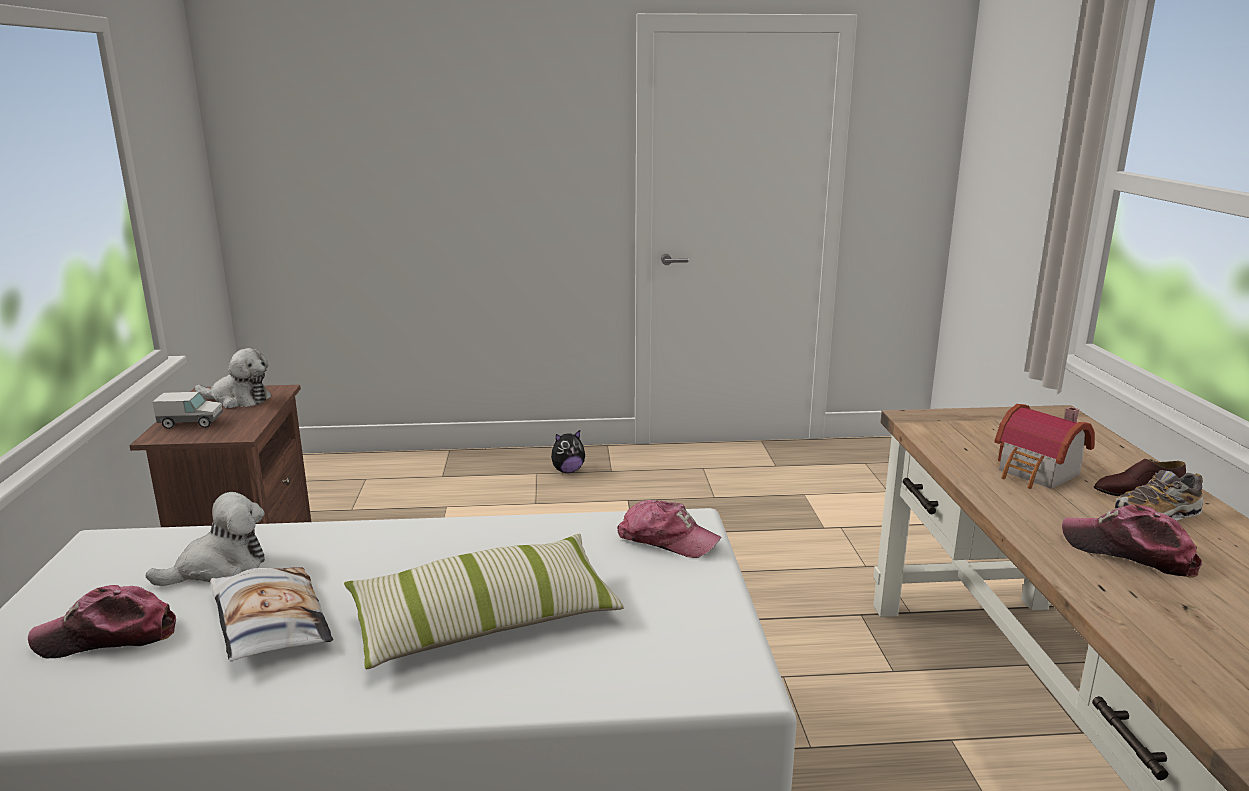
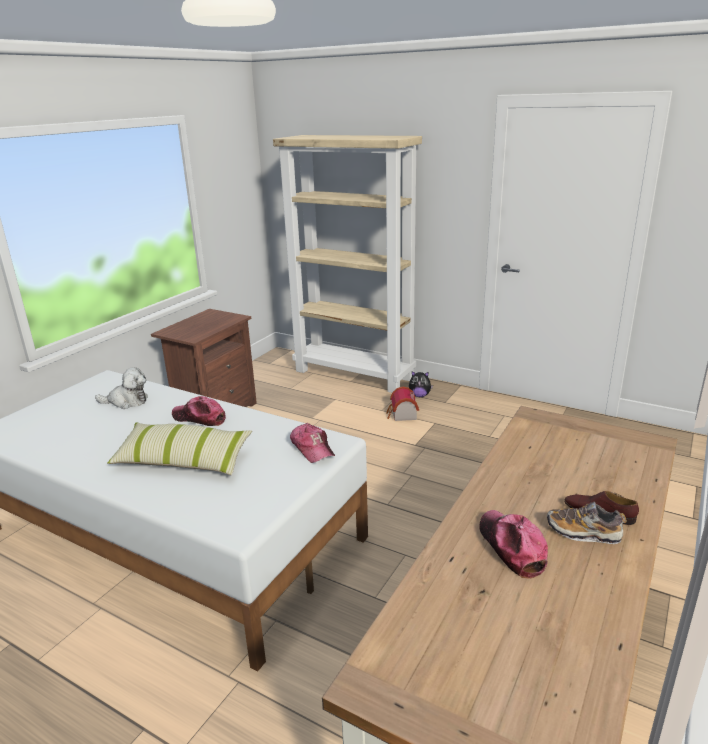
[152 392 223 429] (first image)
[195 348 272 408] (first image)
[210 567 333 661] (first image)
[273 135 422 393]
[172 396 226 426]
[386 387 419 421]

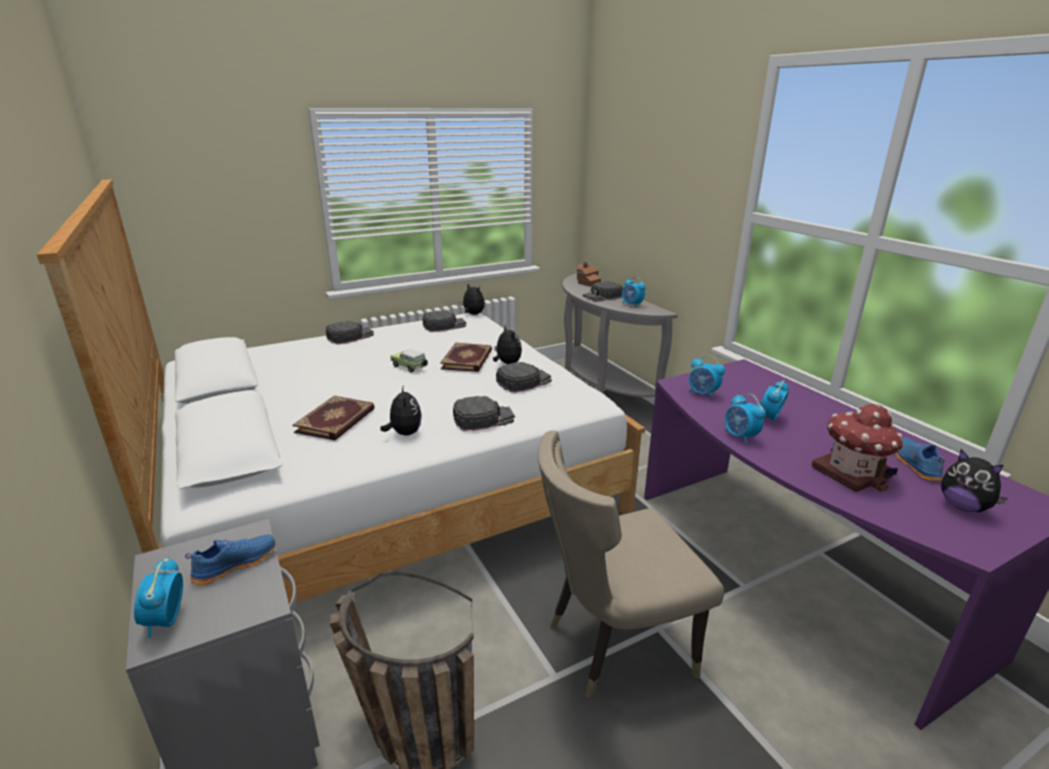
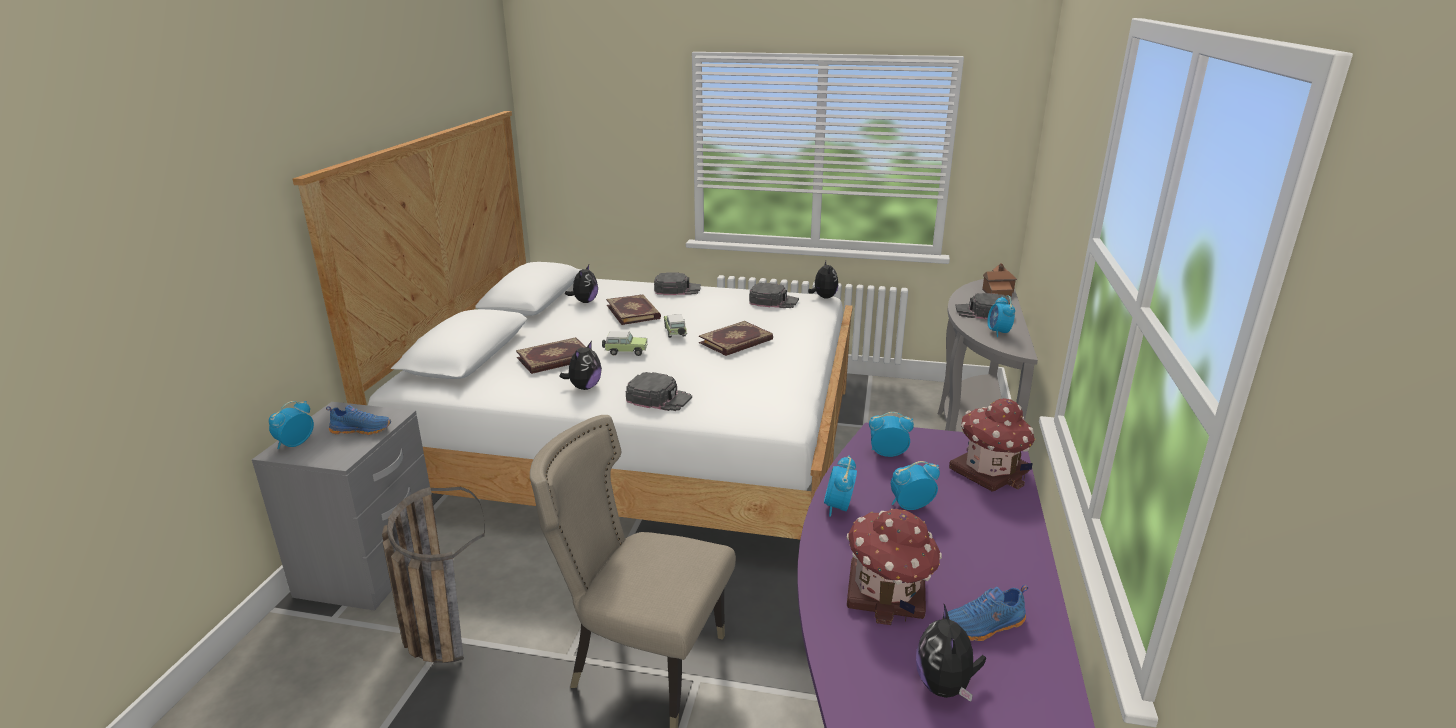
[496 362 552 393] (first image)
[602 331 648 356]
[606 294 661 325]
[949 398 1035 492]
[565 265 598 303]
[869 412 914 457]
[943 585 1028 641]

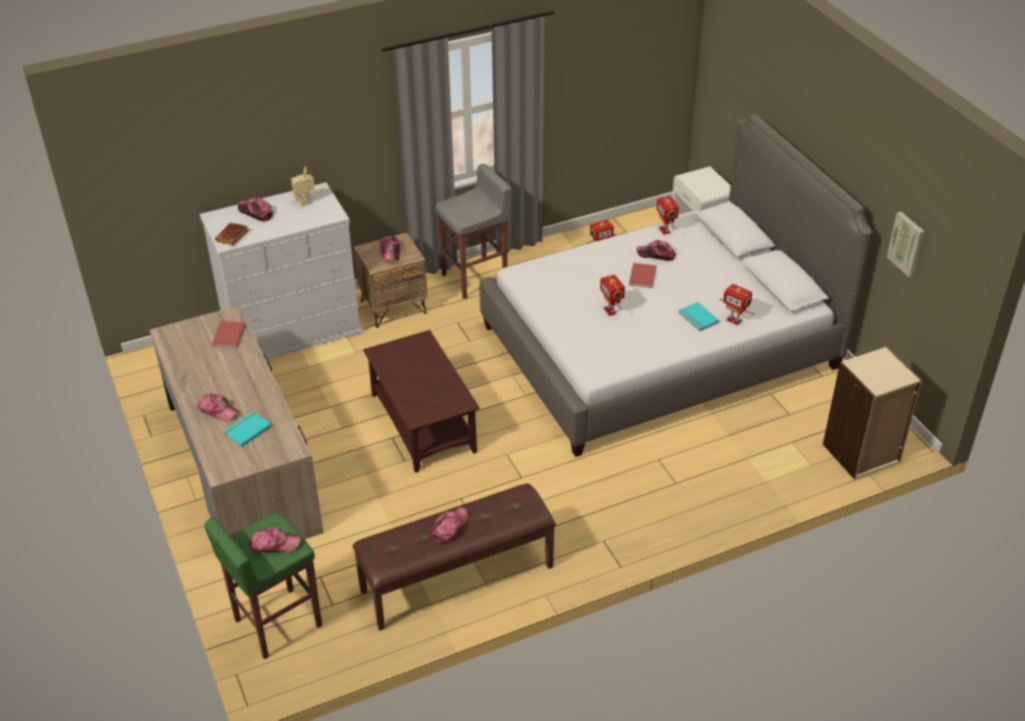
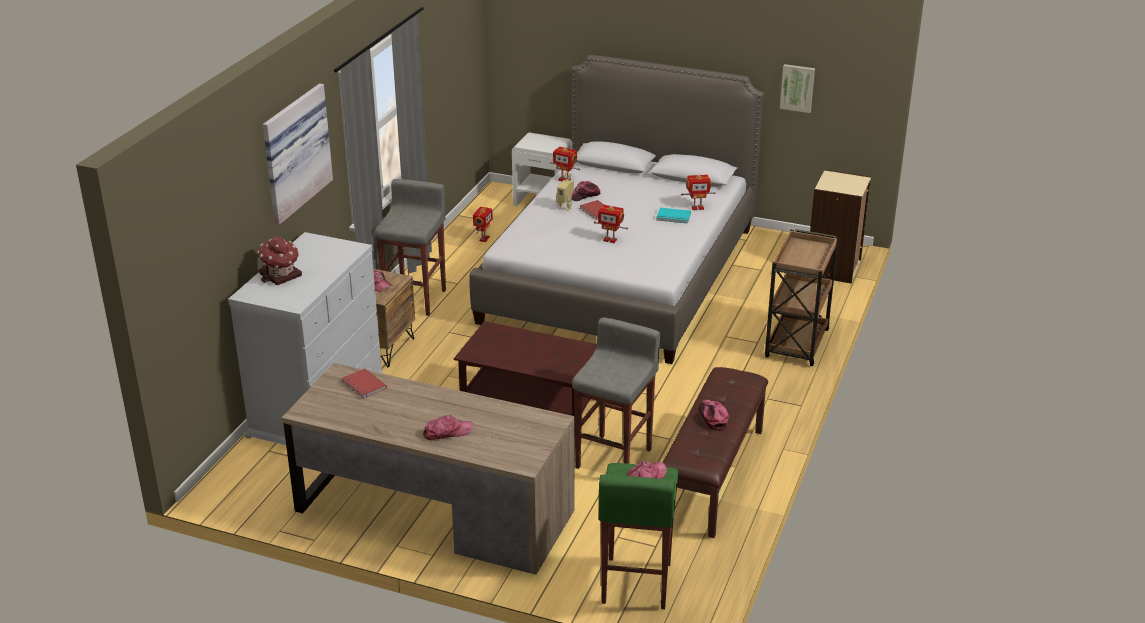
[215 222 248 245] (first image)
[223 411 271 447] (first image)
[263 83 333 225]
[572 318 660 469]
[765 229 838 366]
[556 172 574 211]
[258 236 302 285]

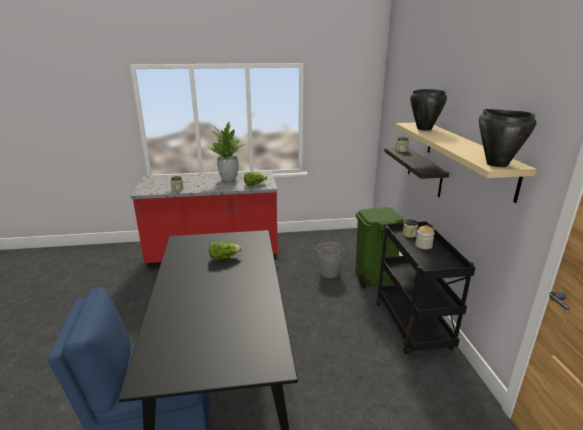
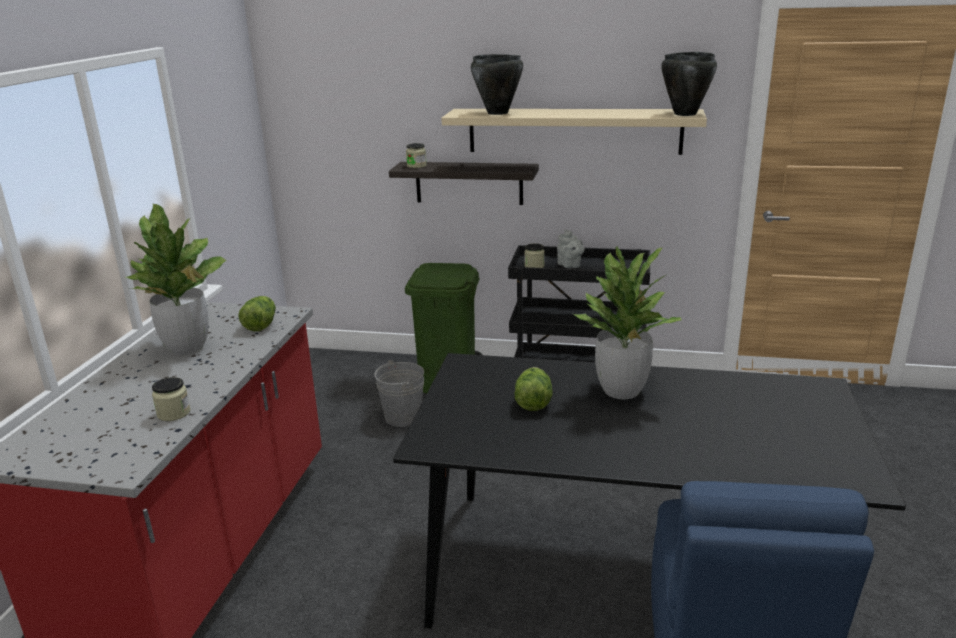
[573 246 682 399]
[557 229 585 268]

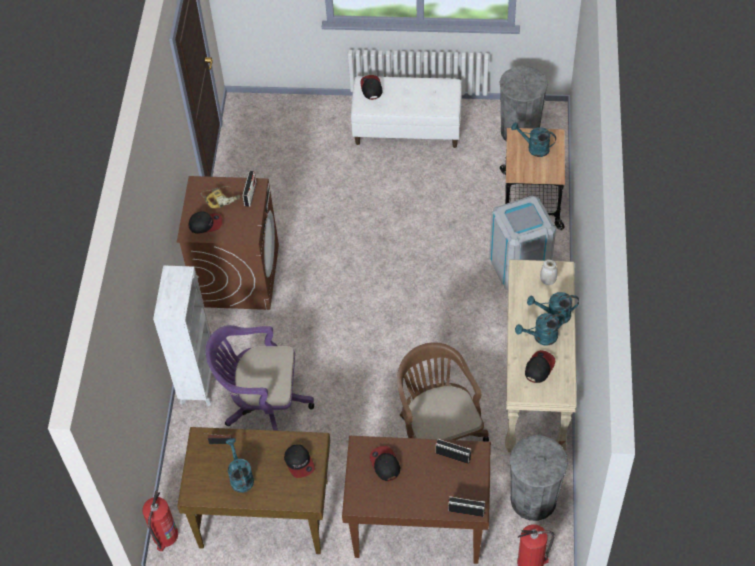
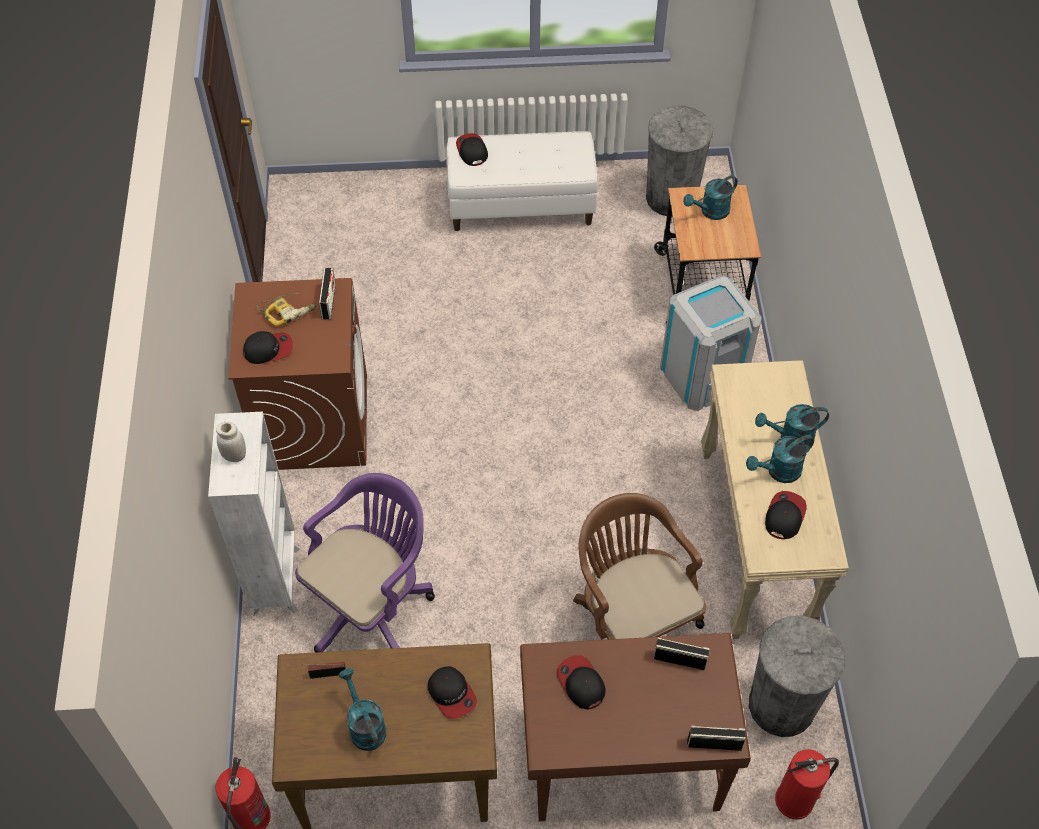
[216 422 246 462]
[295 473 435 653]
[683 175 738 220]

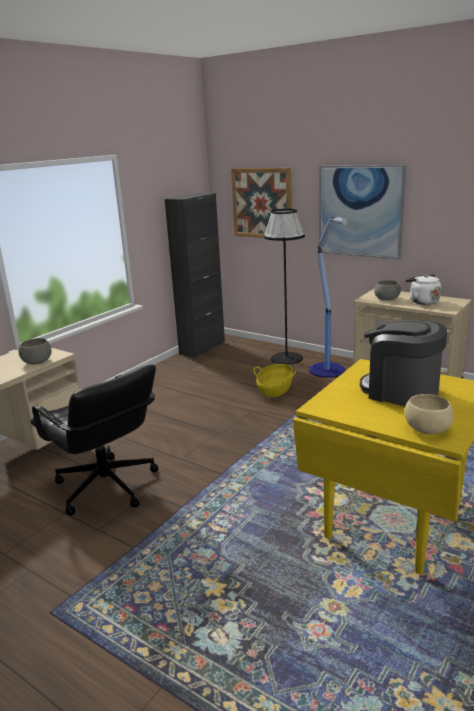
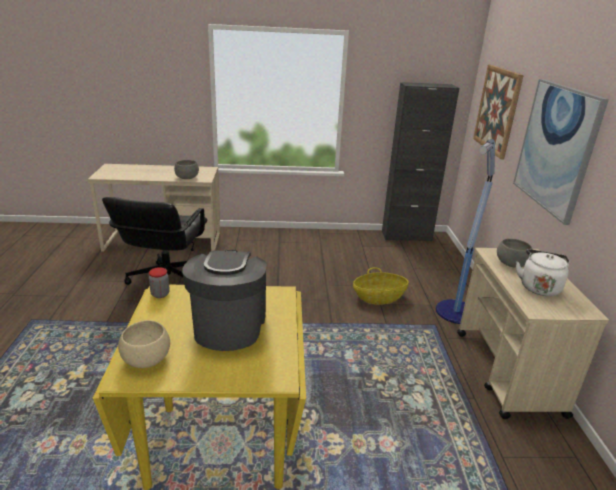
[264 209 305 365] (first image)
[149 267 170 298]

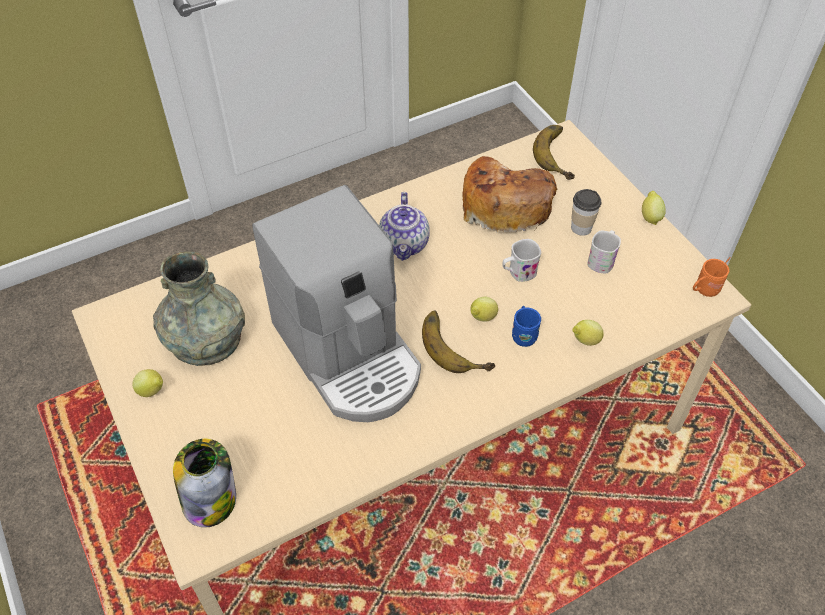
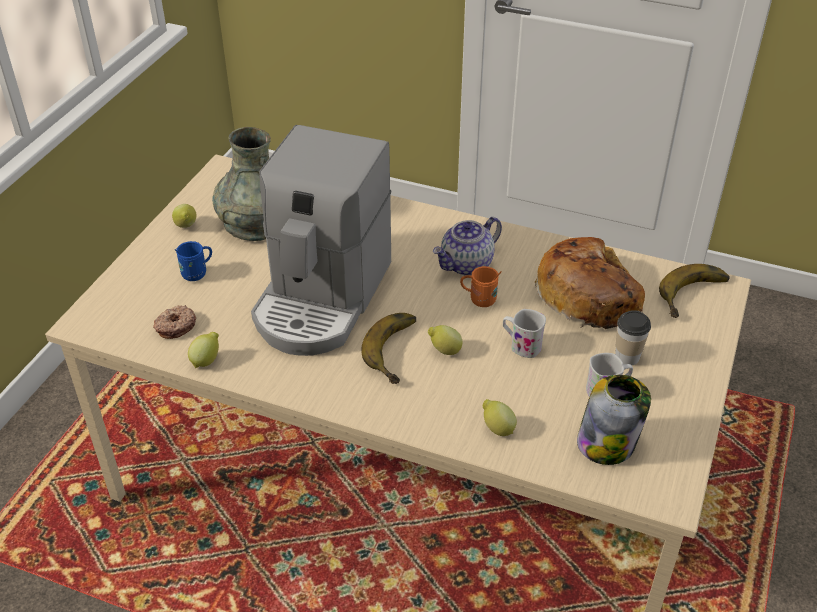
[153 305 196 339]
[577 375 651 465]
[175 241 212 281]
[188 332 219 368]
[460 266 502 307]

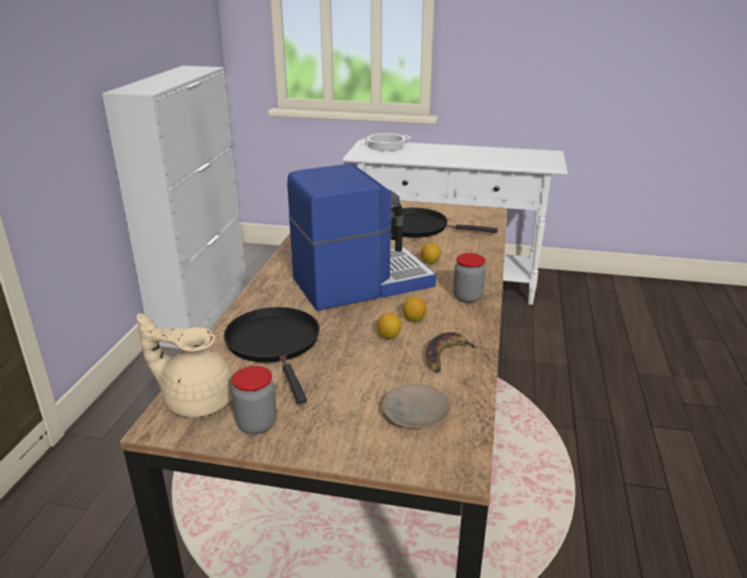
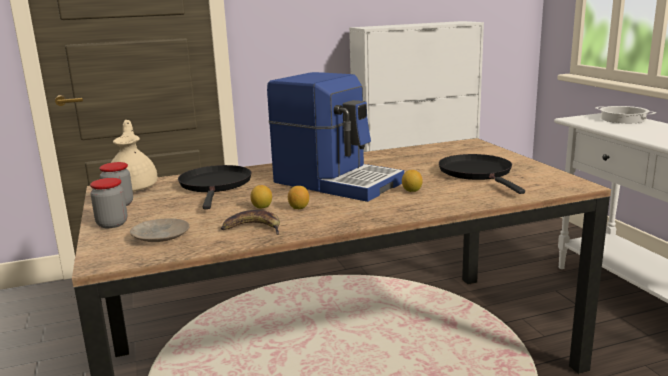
[90 178 127 228]
[178 165 251 209]

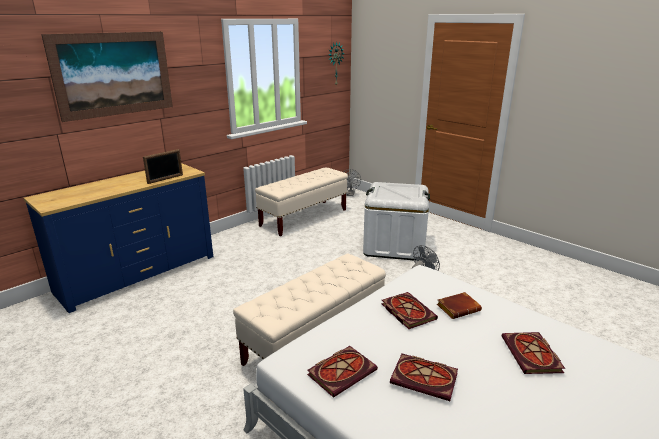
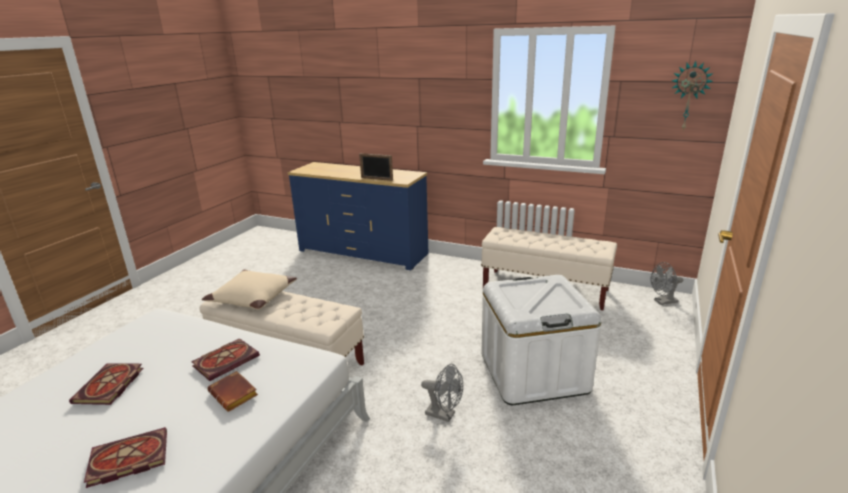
[41 32 173 122] (first image)
[307 346 378 398] (first image)
[202 270 297 310]

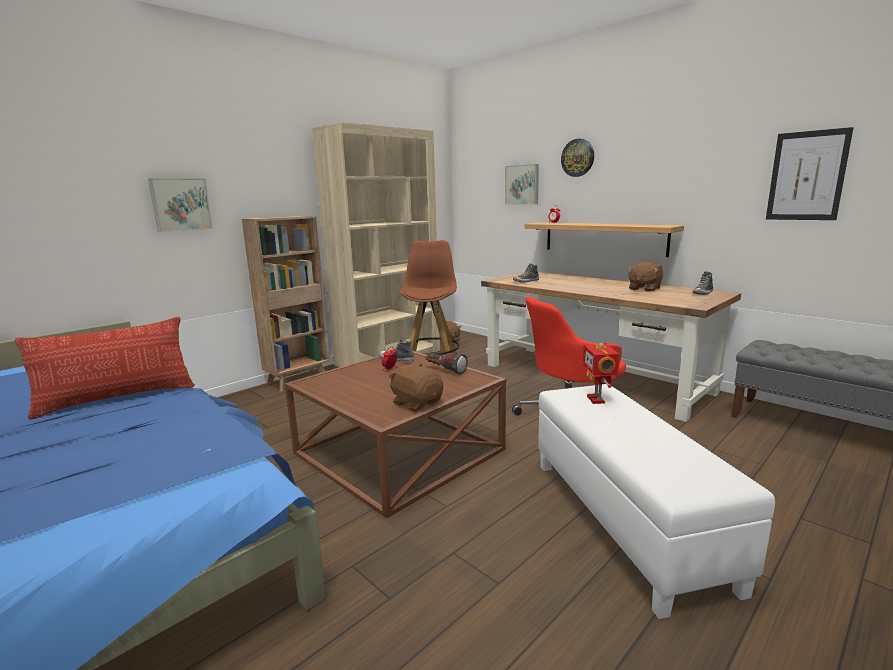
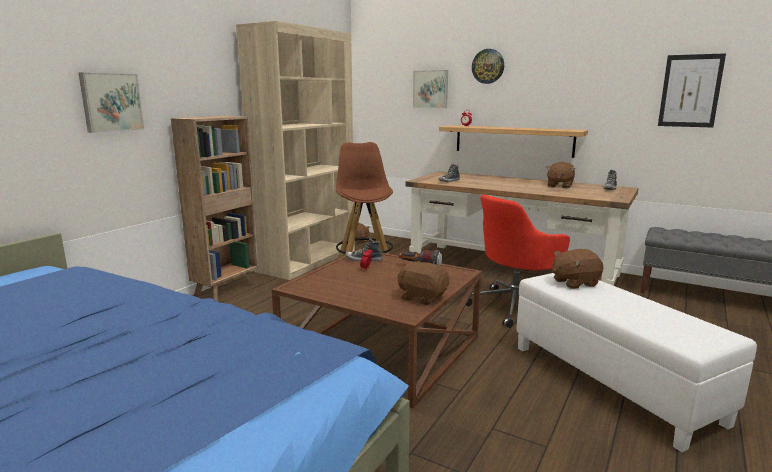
[15 317 195 419] (first image)
[552 249 604 289]

